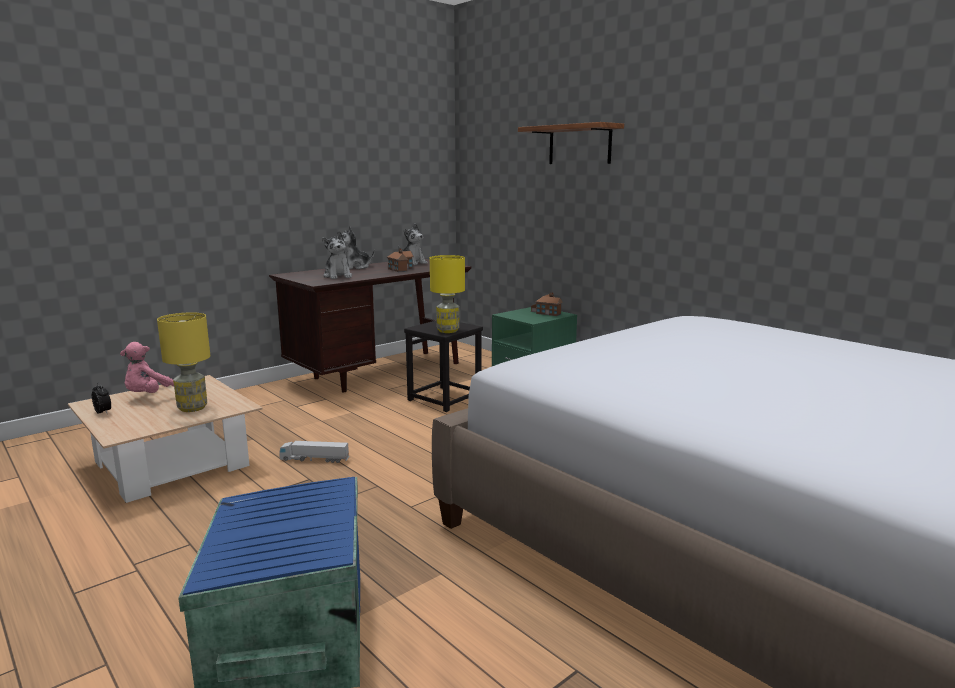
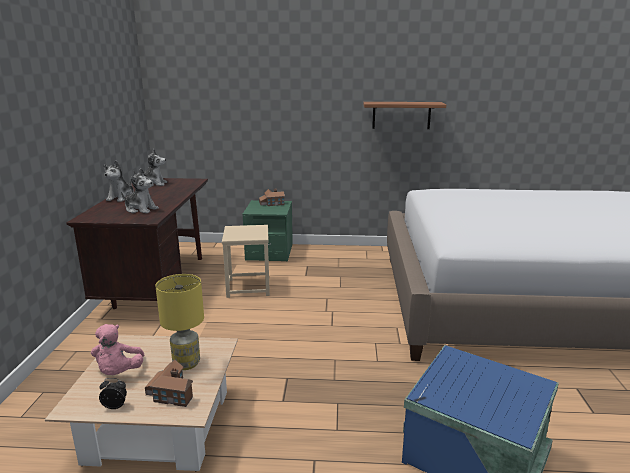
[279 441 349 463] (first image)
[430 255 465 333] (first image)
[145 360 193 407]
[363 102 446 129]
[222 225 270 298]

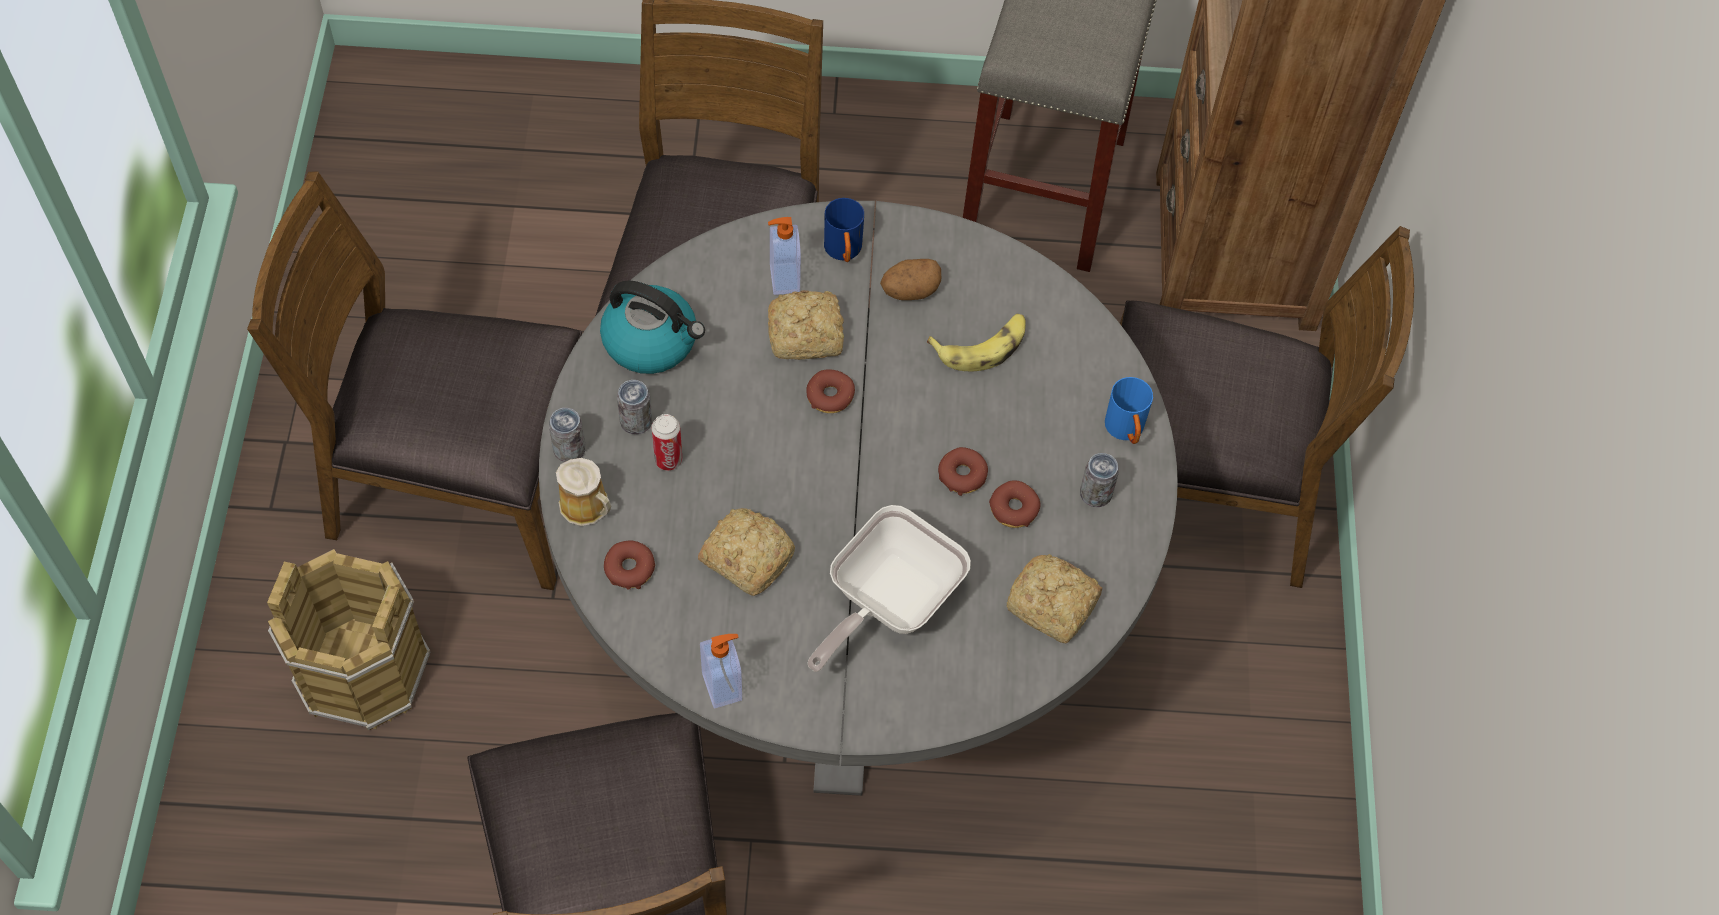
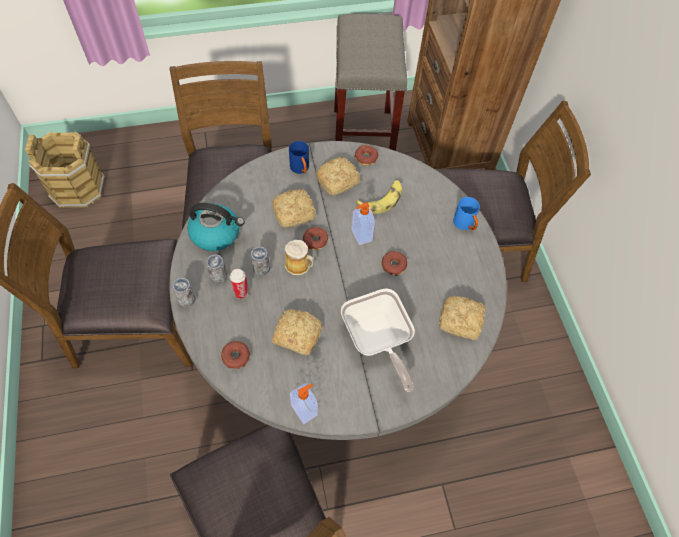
[25 132 104 208]
[285 240 314 275]
[352 202 375 245]
[354 145 378 165]
[251 247 270 276]
[316 157 360 195]
[341 288 415 392]

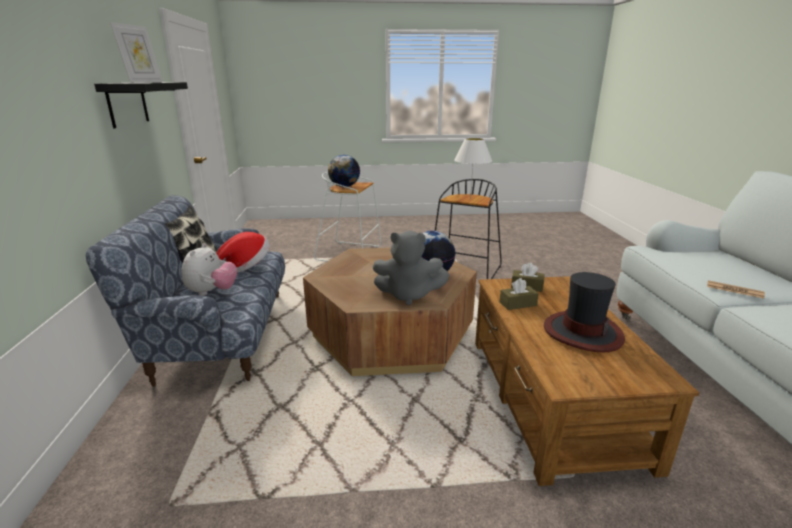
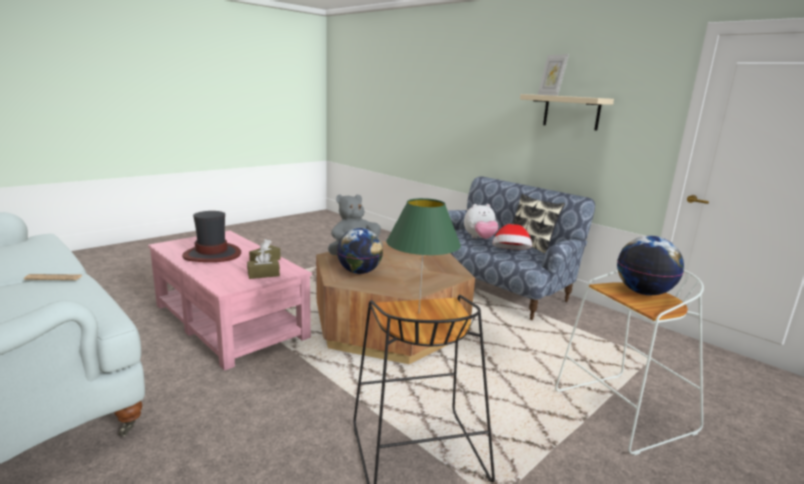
[520 94 614 130]
[386 198 461 313]
[148 231 312 371]
[464 204 499 239]

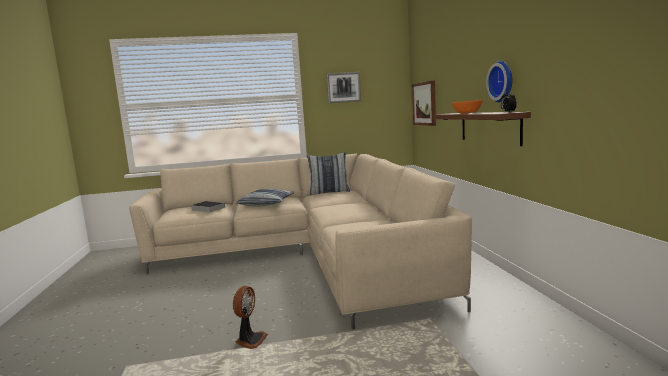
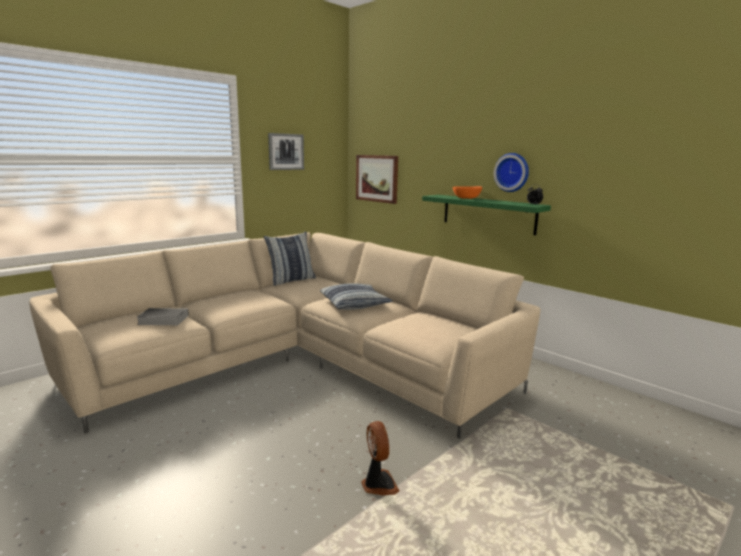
[320 283 393 310]
[422 195 551 235]

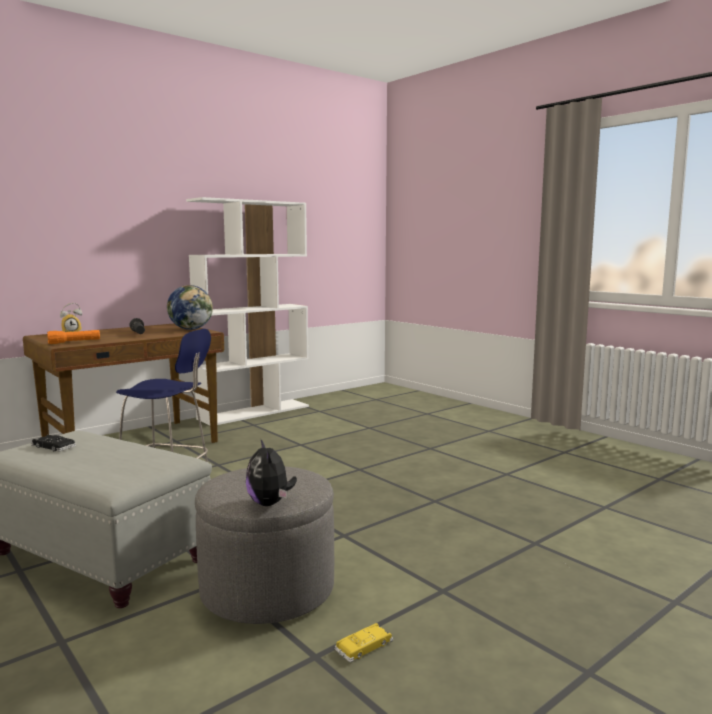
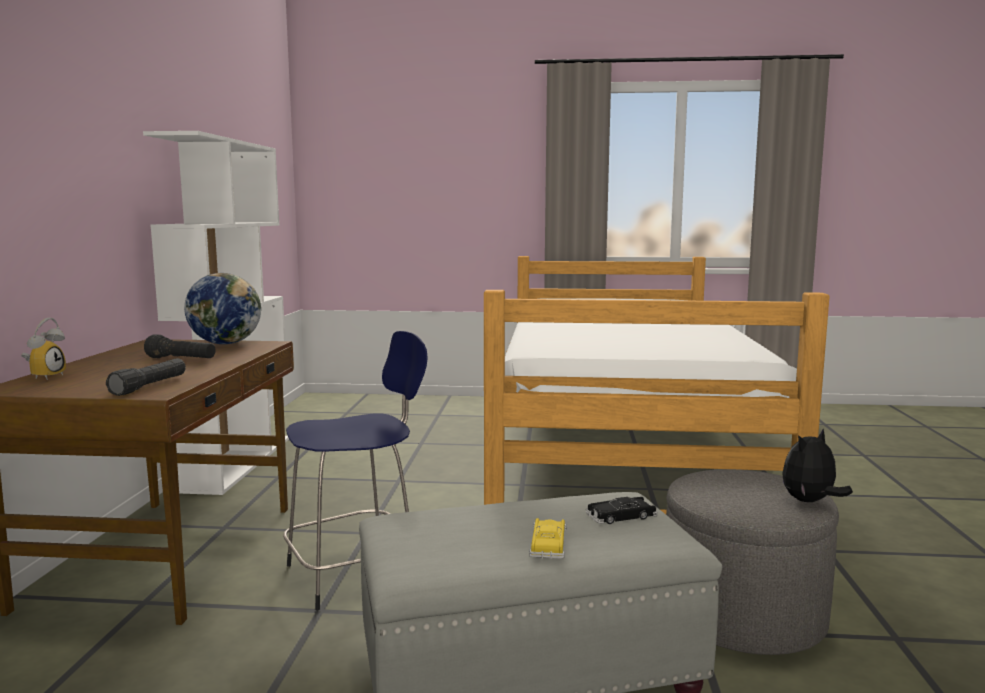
[484 256 830 514]
[586 497 658 524]
[529 518 567 559]
[106 358 186 396]
[782 429 853 502]

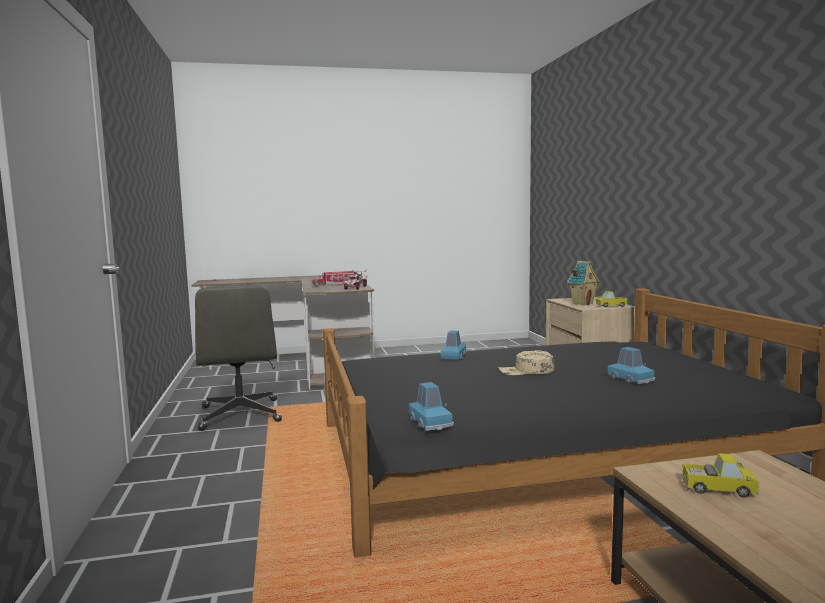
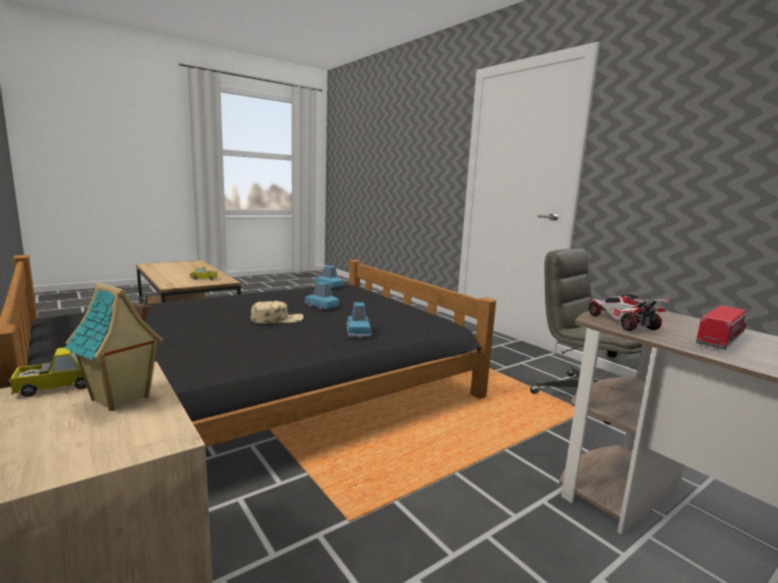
[304 282 339 310]

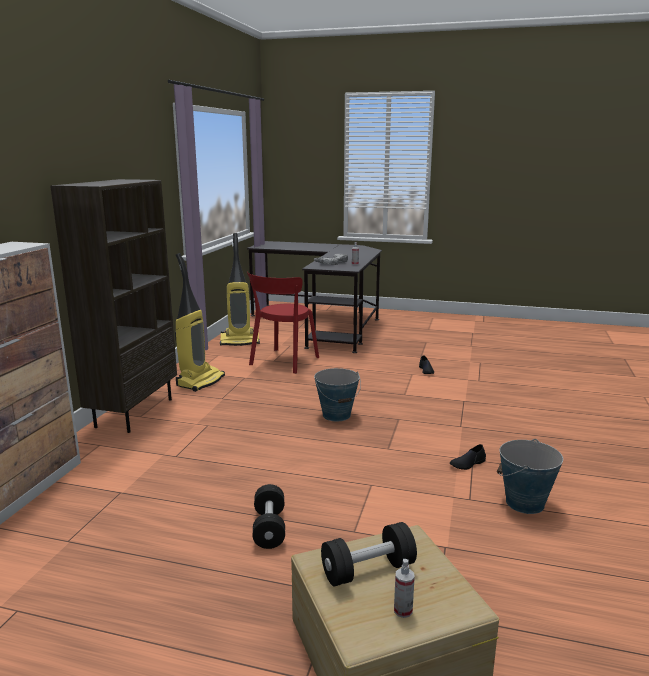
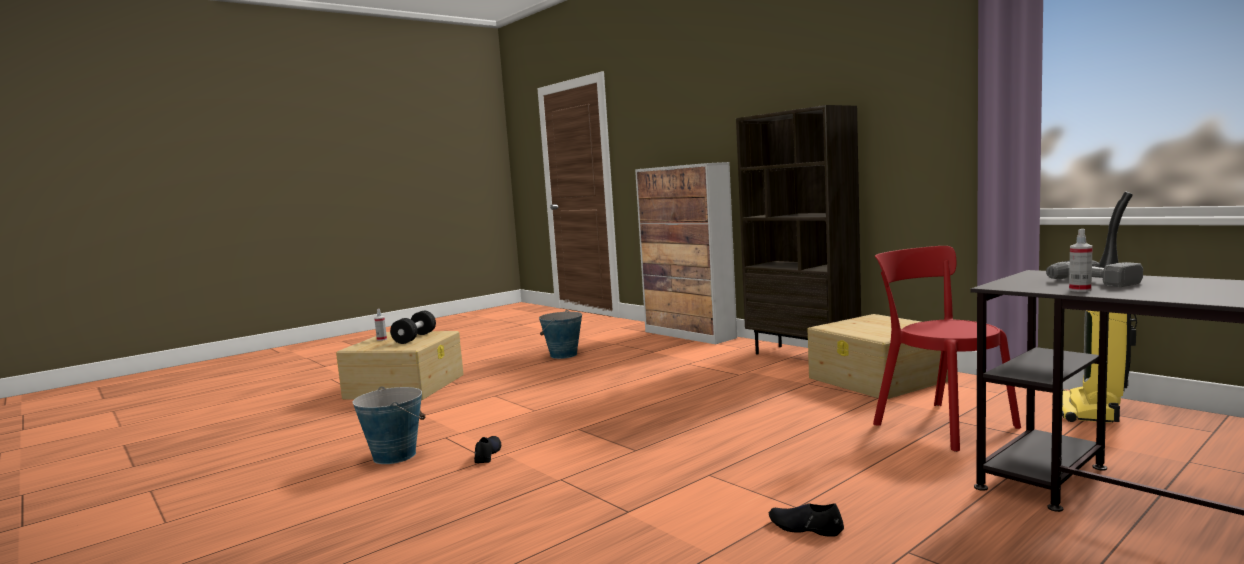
[253 484 285 549] (first image)
[539 310 582 359]
[808 314 948 399]

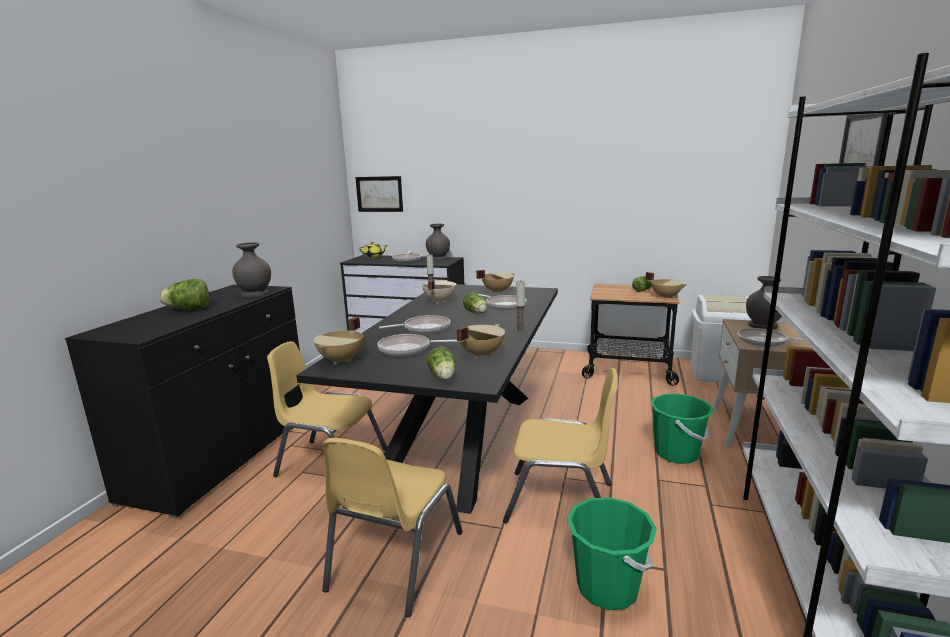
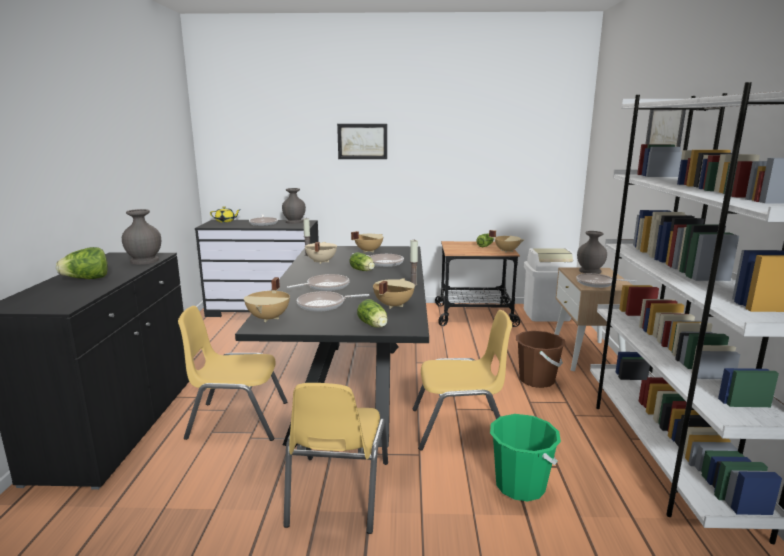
[337 124 387 159]
[516 331 566 388]

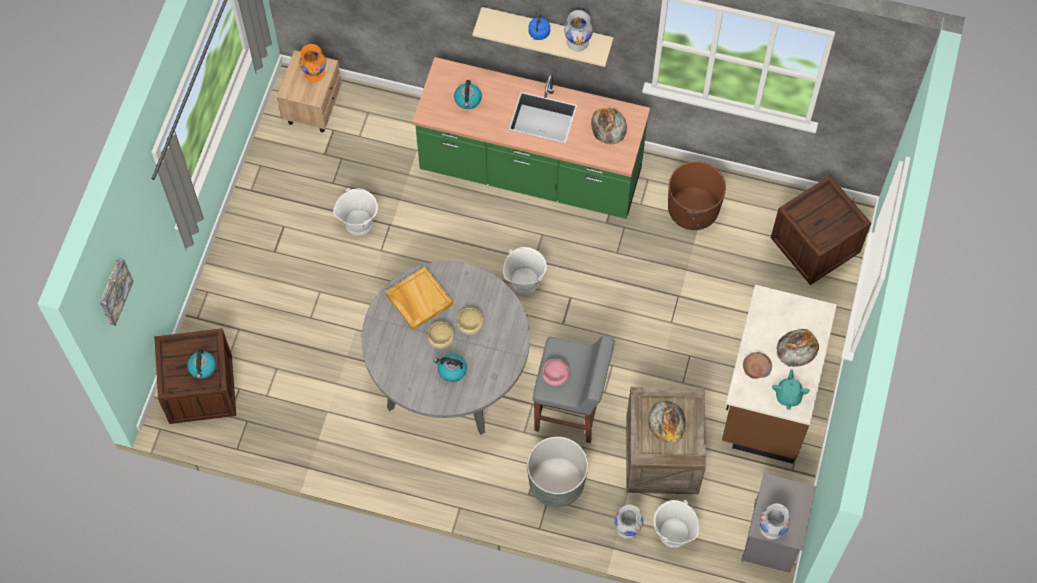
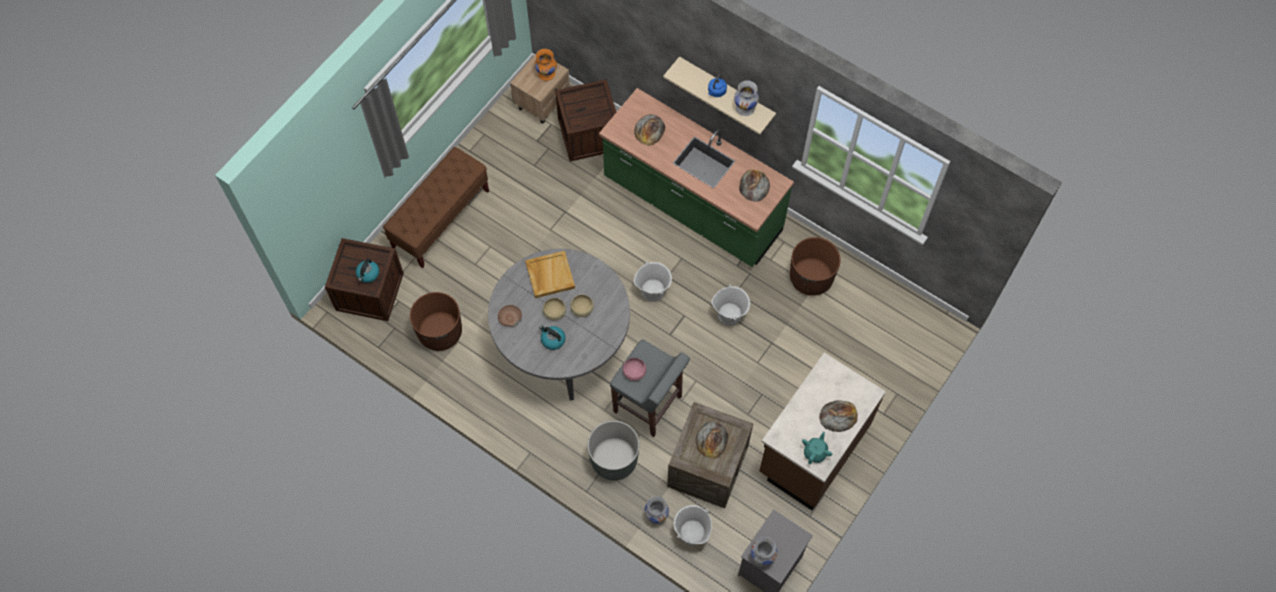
[99 258 134 326] (first image)
[383 147 489 268]
[410 292 462 351]
[711 284 750 326]
[498 305 522 327]
[555 79 616 161]
[634 114 666 146]

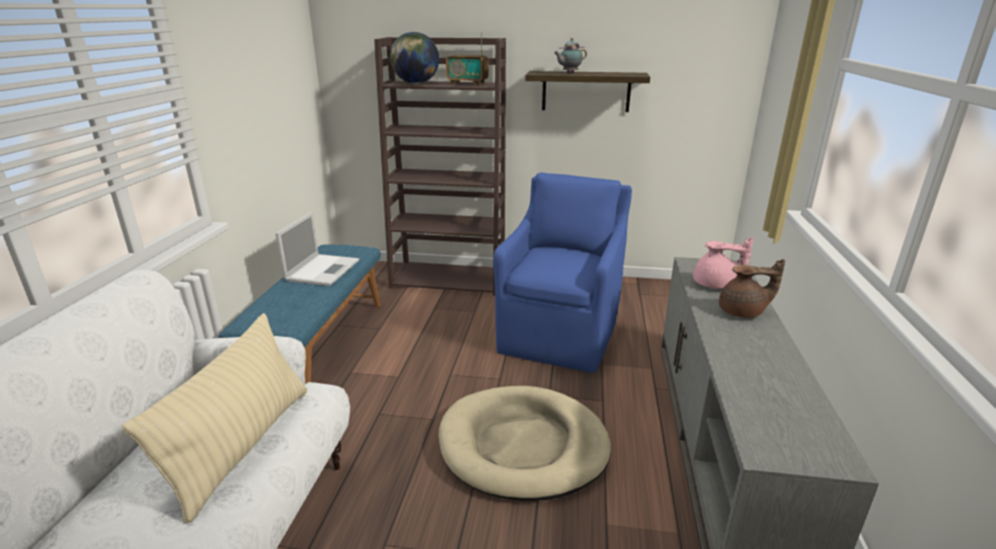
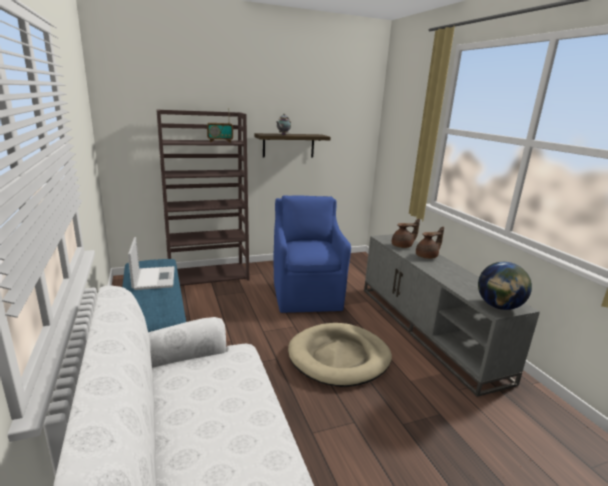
[122 313 307 524] (first image)
[478 262 532 310]
[392 219 420 248]

